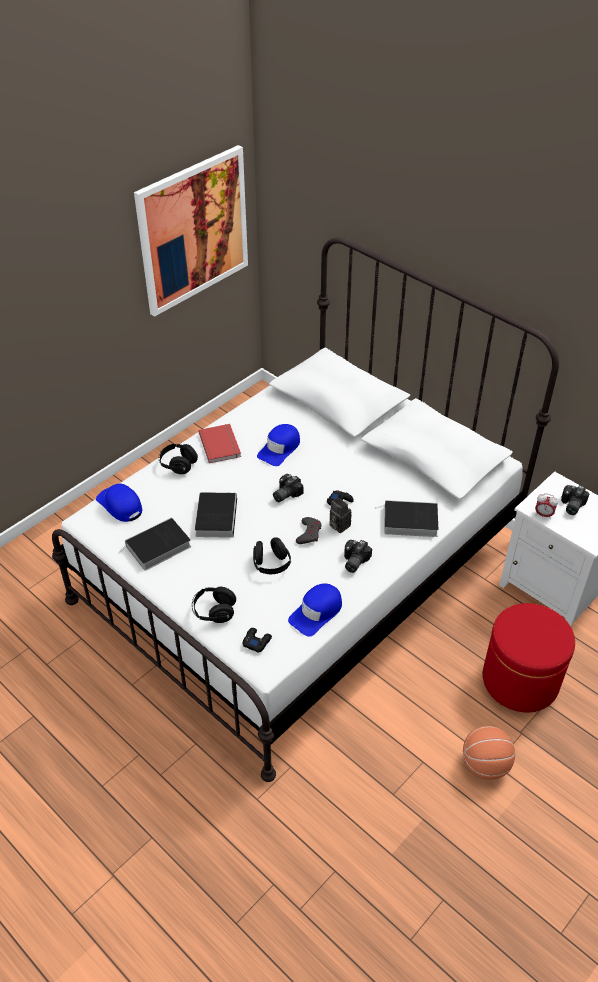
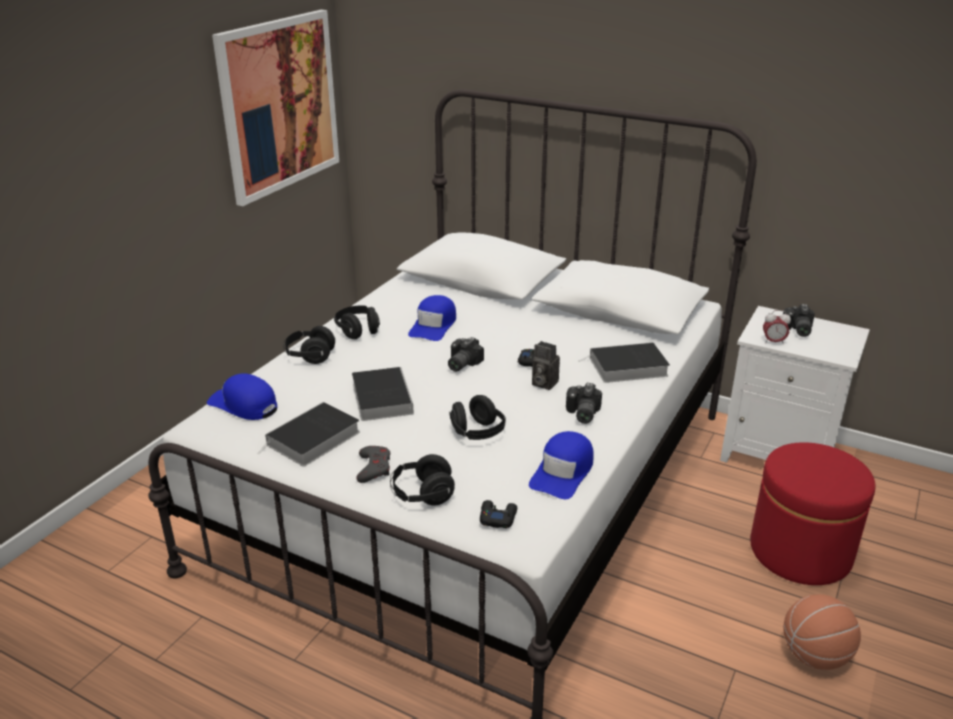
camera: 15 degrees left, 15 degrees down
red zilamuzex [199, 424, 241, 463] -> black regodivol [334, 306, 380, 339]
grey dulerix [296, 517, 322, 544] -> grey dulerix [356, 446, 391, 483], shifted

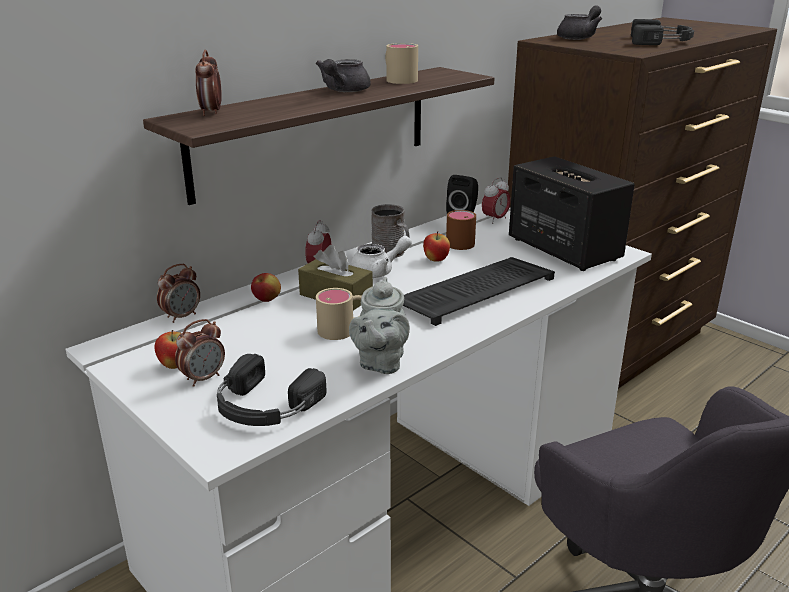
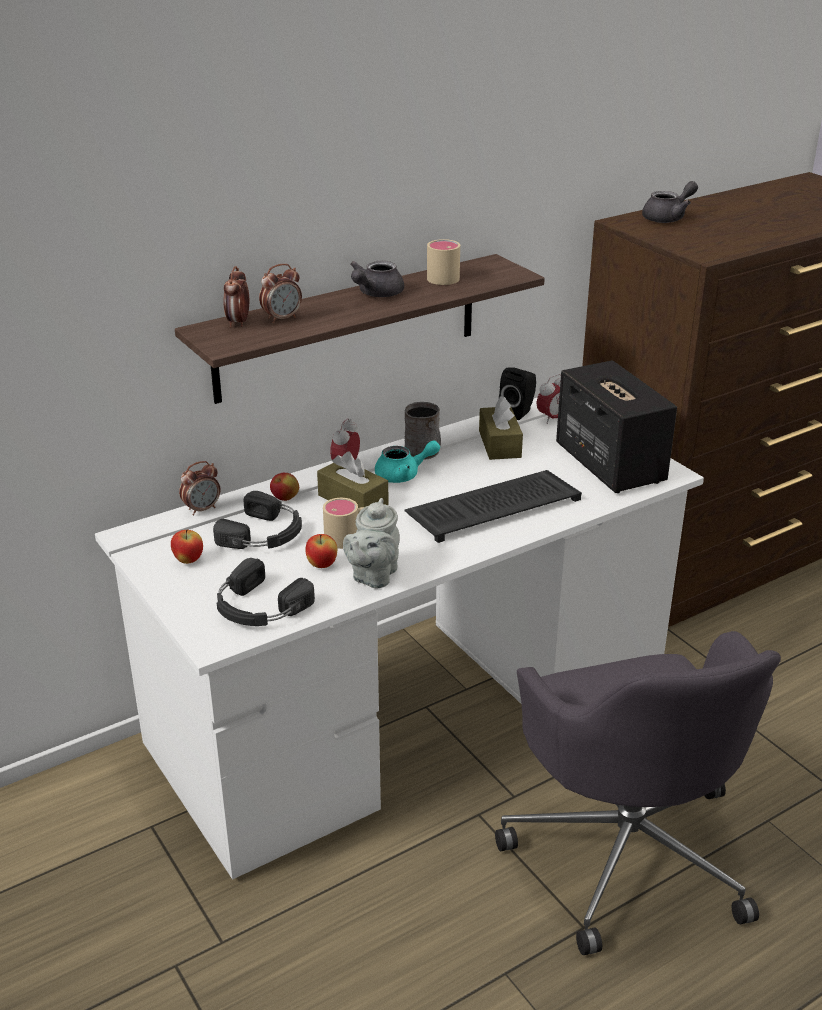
camera: 10 degrees right, 5 degrees up
black regodivol [631, 19, 694, 45] -> black regodivol [213, 491, 302, 549], shifted
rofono [175, 319, 225, 387] -> rofono [259, 264, 302, 323], shifted
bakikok [423, 231, 450, 262] -> bakikok [306, 534, 337, 568], shifted
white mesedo [350, 236, 412, 278] -> turquoise mesedo [375, 440, 440, 483]
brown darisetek [446, 210, 476, 250] -> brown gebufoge [479, 396, 523, 460]

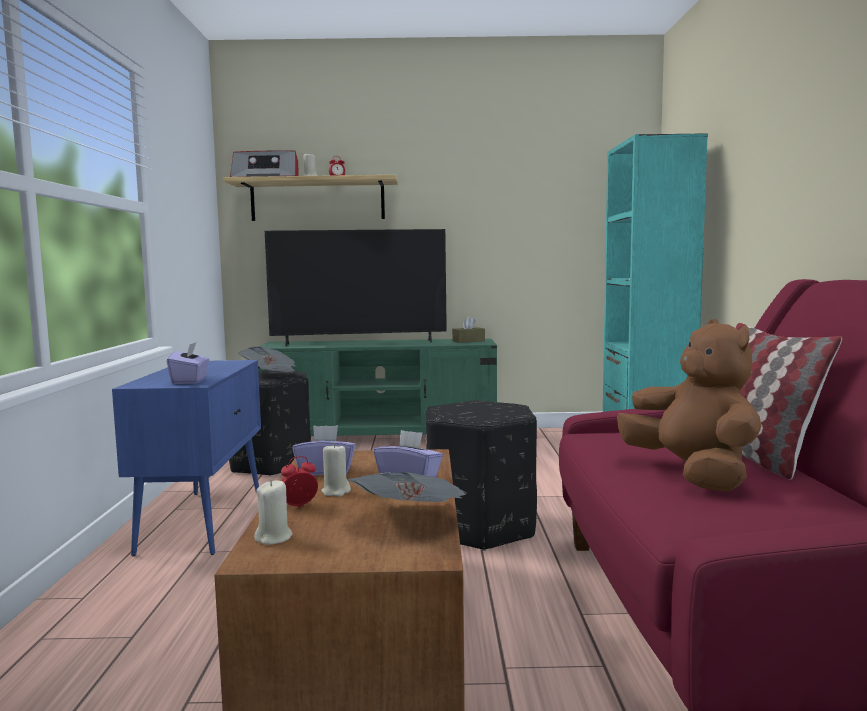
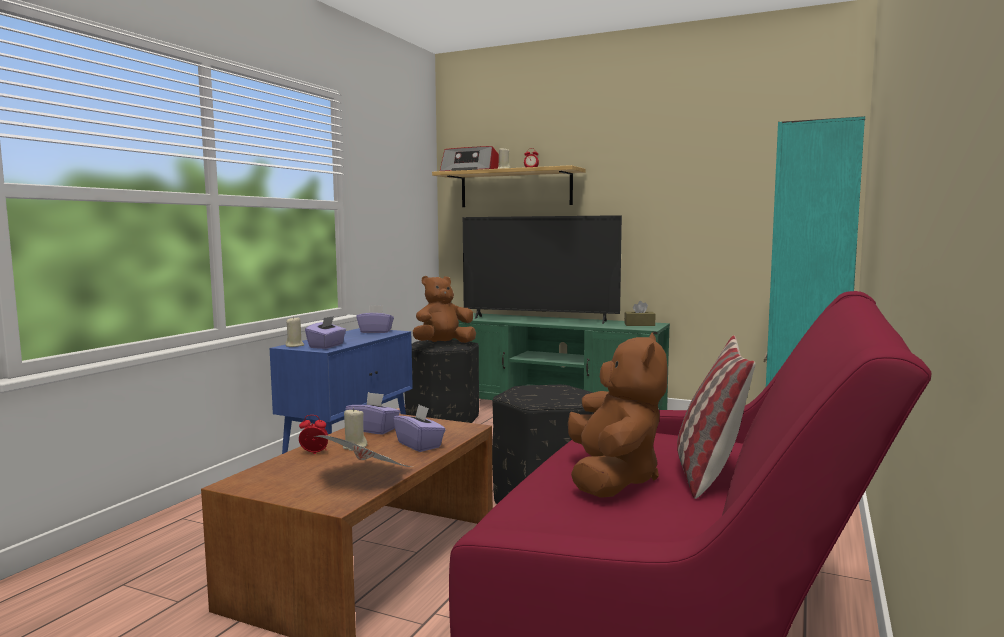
camera: 25 degrees right, 0 degrees up
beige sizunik [254, 480, 292, 545] -> beige sizunik [285, 316, 304, 347], shifted
none -> purple gebufoge [356, 305, 394, 333]
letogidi [238, 346, 296, 372] -> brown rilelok [413, 276, 476, 343]

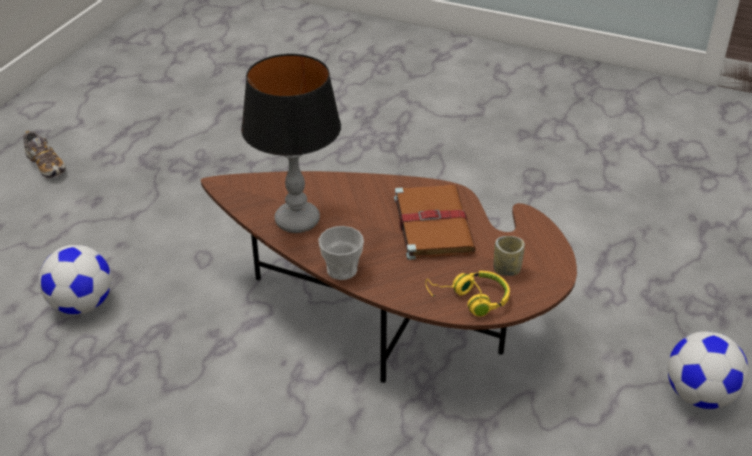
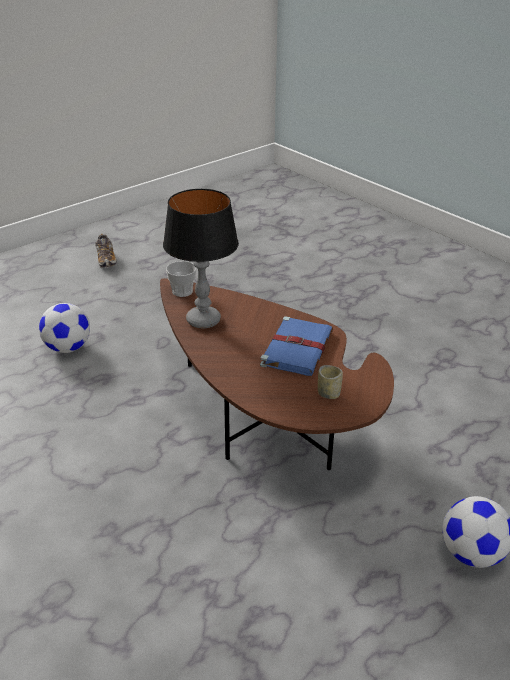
camera: 25 degrees right, 5 degrees down
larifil [318, 226, 364, 280] -> larifil [166, 261, 197, 297], shifted
brown zilamuzex [394, 185, 476, 260] -> blue zilamuzex [260, 316, 333, 376]
yellow regodivol [425, 271, 510, 317] -> none

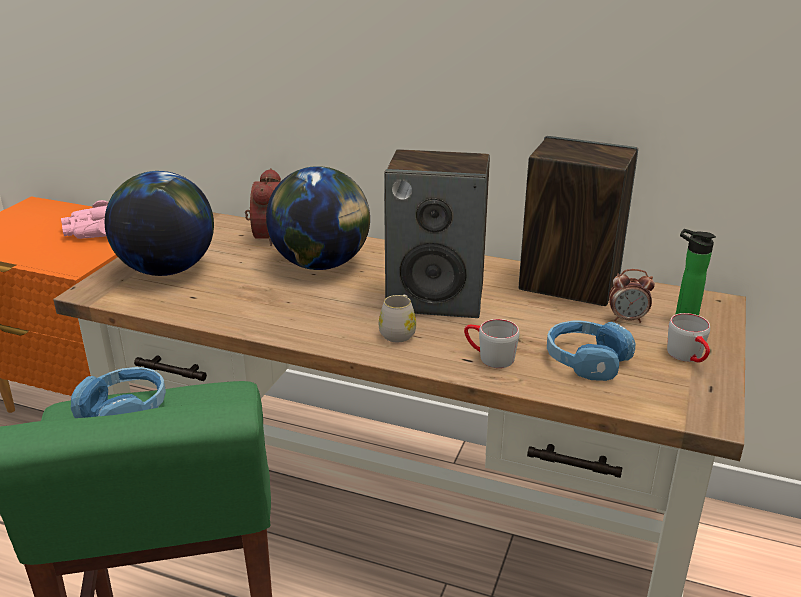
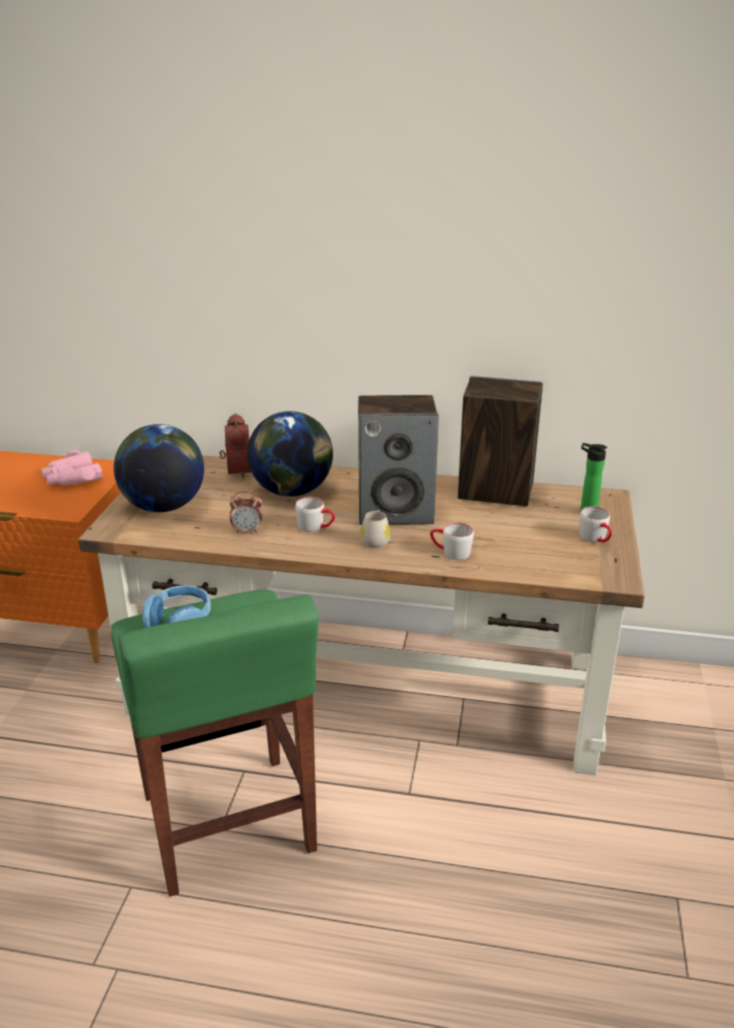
camera: 10 degrees left, 0 degrees up
rofono [609, 269, 655, 323] -> rofono [229, 492, 262, 534], shifted
none -> grey darisetek [295, 497, 335, 532]
blue regodivol [547, 320, 635, 381] -> none

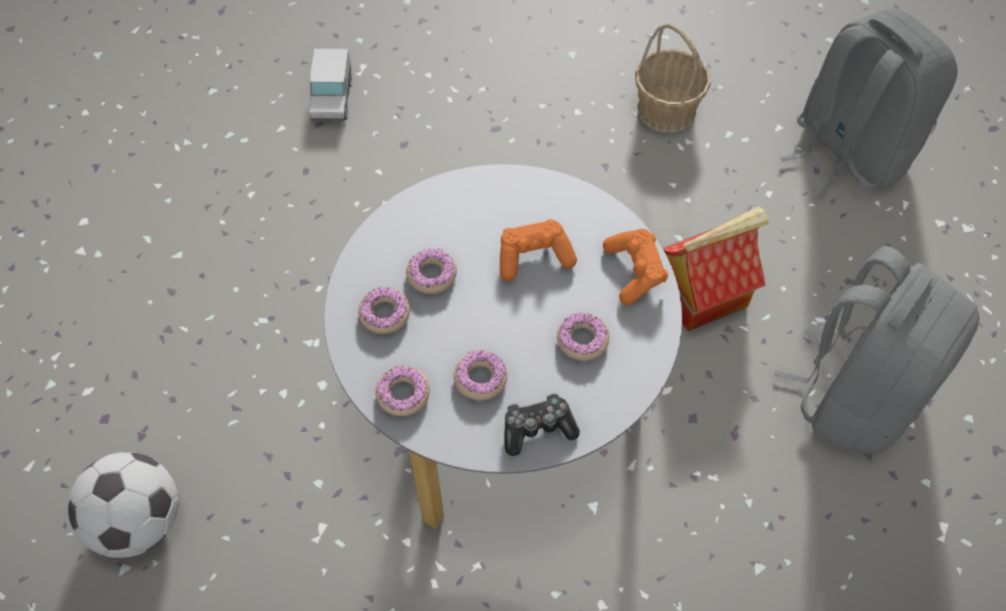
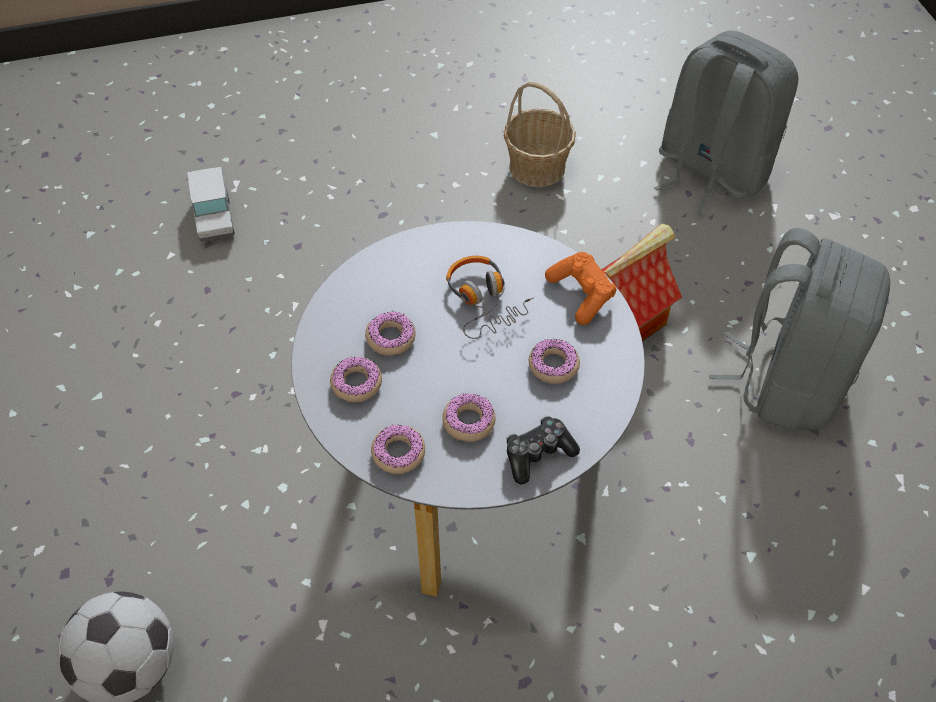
camera: 15 degrees left, 5 degrees down
orange dulerix [500, 219, 577, 281] -> regodivol [446, 256, 534, 339]

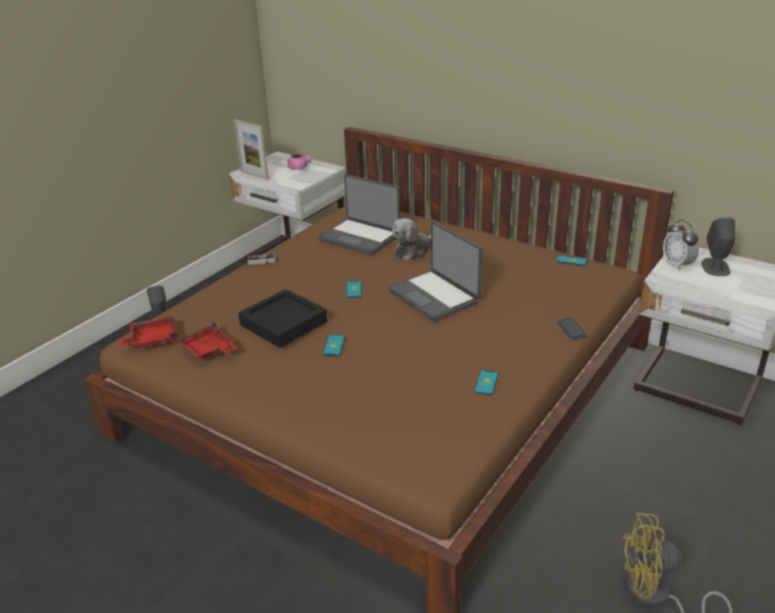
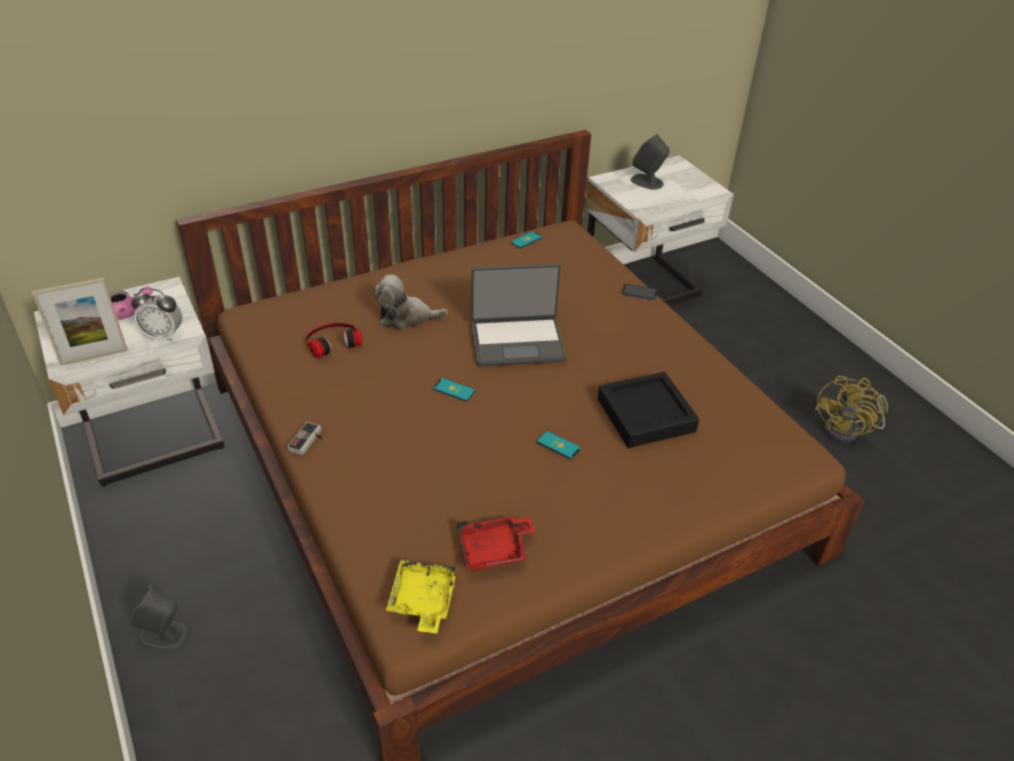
camera: 65 degrees left, 10 degrees up
rofono [663, 220, 699, 271] -> rofono [131, 288, 183, 342], shifted
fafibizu [318, 174, 400, 255] -> regodivol [305, 323, 363, 358]
rilelok [392, 218, 431, 261] -> rilelok [373, 274, 448, 331], 105 degrees clockwise
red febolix [119, 316, 178, 348] -> yellow febolix [386, 560, 457, 633]
black febolix [238, 289, 327, 348] -> black febolix [598, 372, 699, 448], shifted
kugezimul [474, 370, 498, 395] -> none

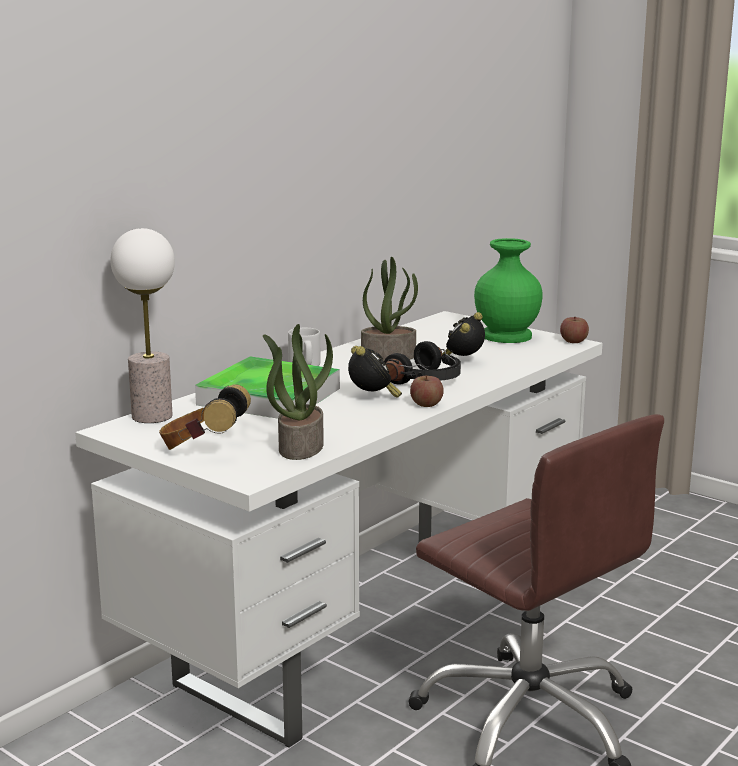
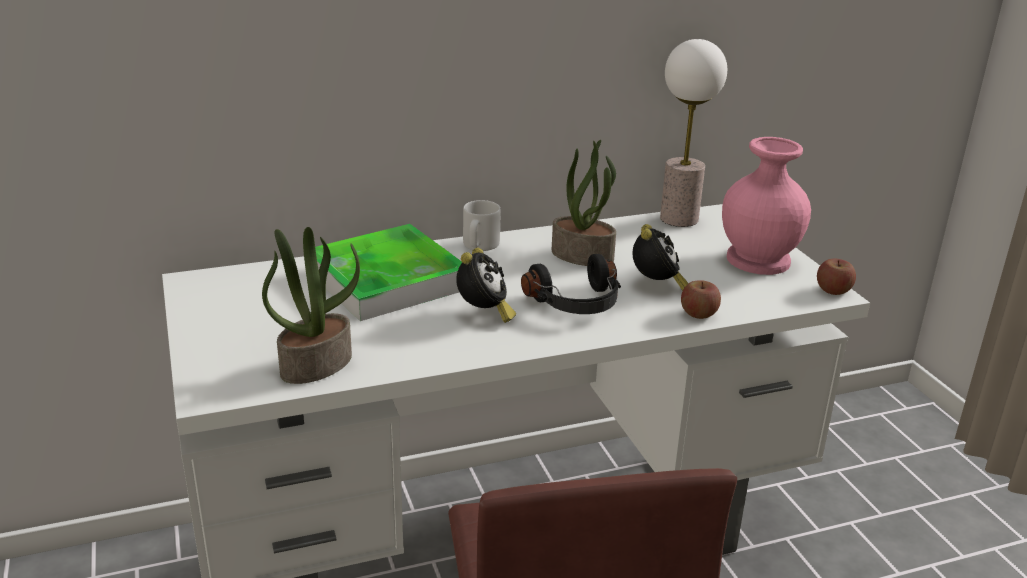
camera: 30 degrees right, 10 degrees up
rofono [442, 312, 485, 356] -> rofono [632, 224, 688, 291], 120 degrees clockwise
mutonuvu [111, 228, 175, 423] -> mutonuvu [660, 39, 727, 227], shifted
bakikok [410, 375, 444, 407] -> bakikok [681, 280, 721, 319], shifted
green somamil [474, 238, 543, 343] -> pink somamil [722, 137, 811, 275]
regodivol [159, 384, 251, 450] -> none

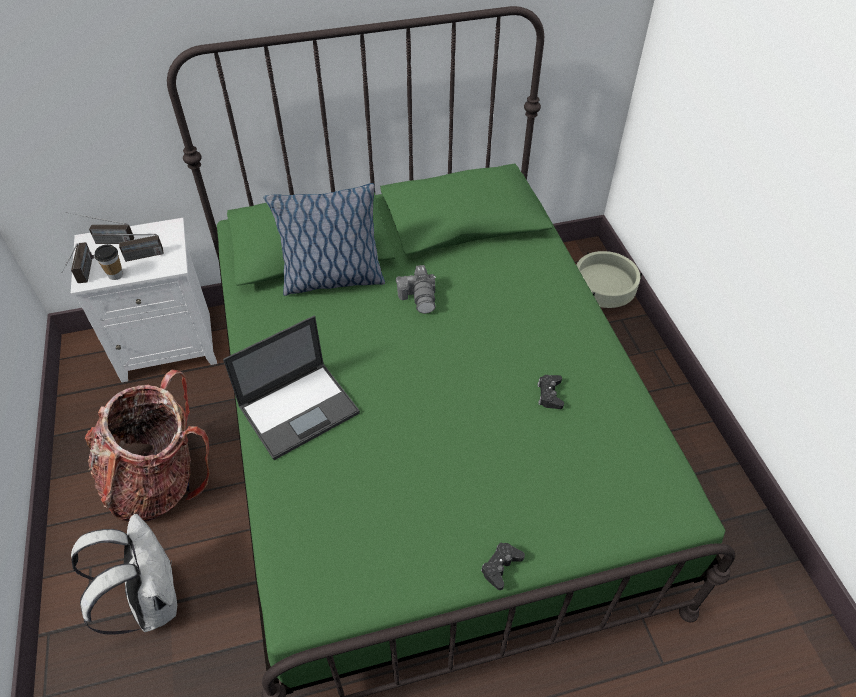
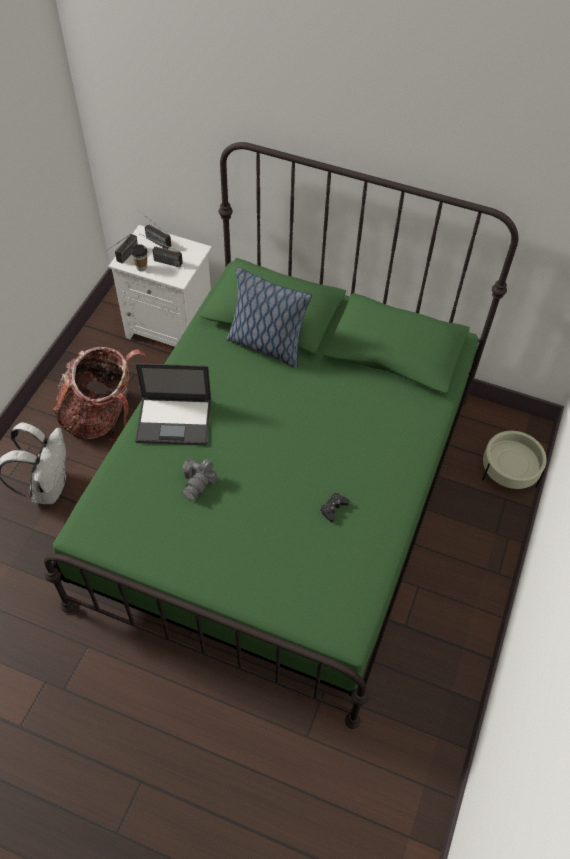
camera: 35 degrees right, 5 degrees up
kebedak [396, 265, 436, 314] -> kebedak [182, 458, 217, 500], shifted
black dulerix [481, 542, 525, 590] -> none

